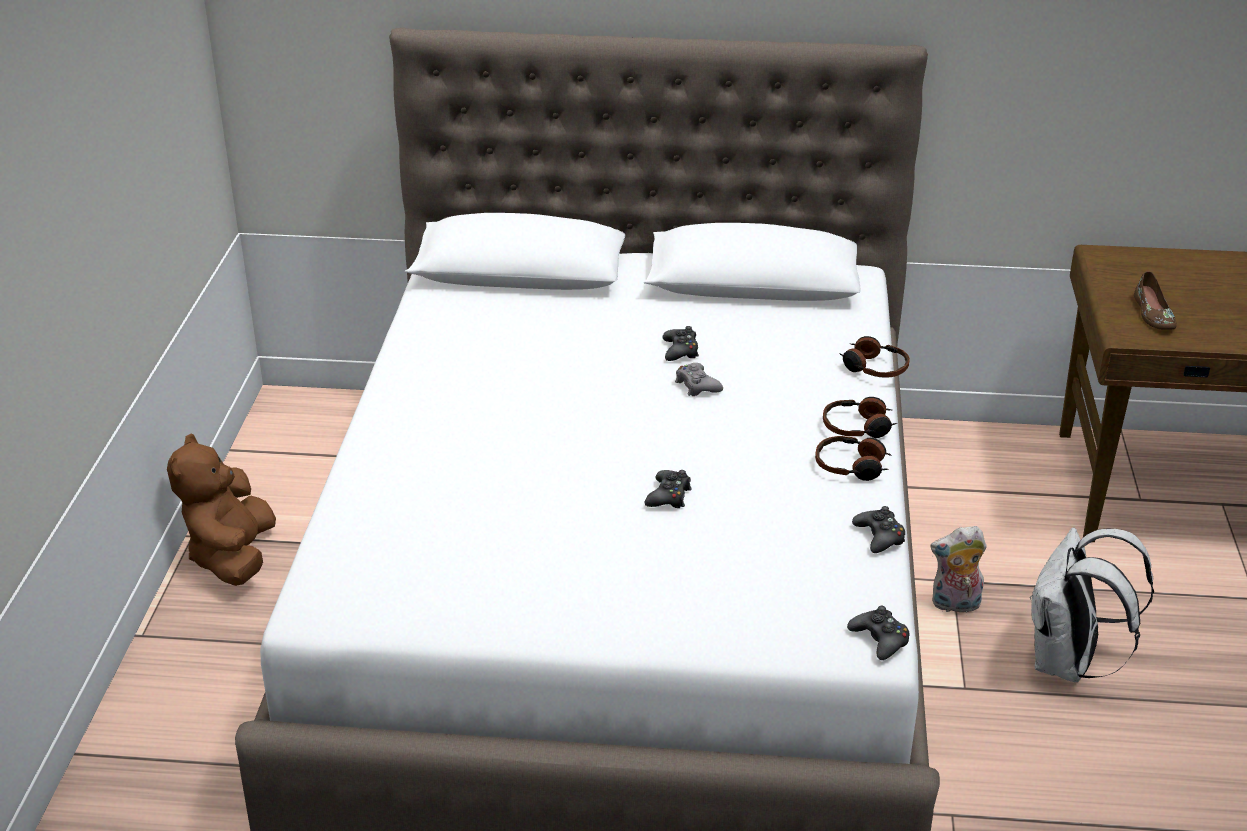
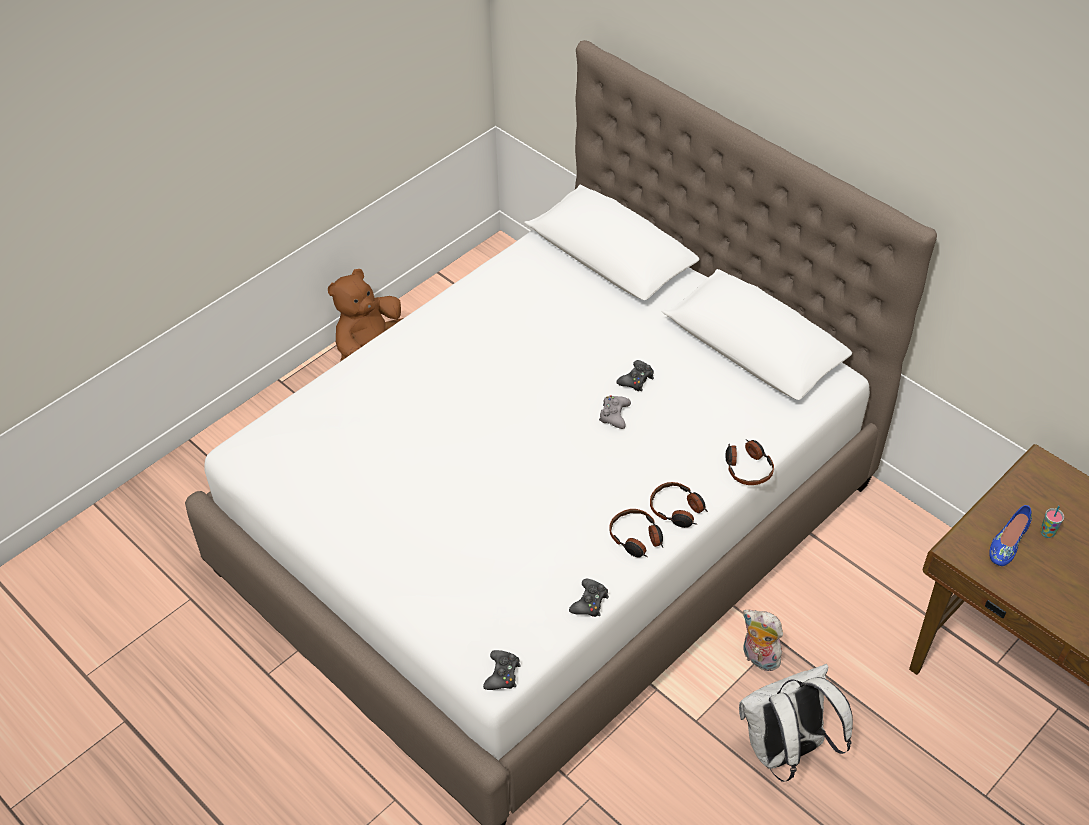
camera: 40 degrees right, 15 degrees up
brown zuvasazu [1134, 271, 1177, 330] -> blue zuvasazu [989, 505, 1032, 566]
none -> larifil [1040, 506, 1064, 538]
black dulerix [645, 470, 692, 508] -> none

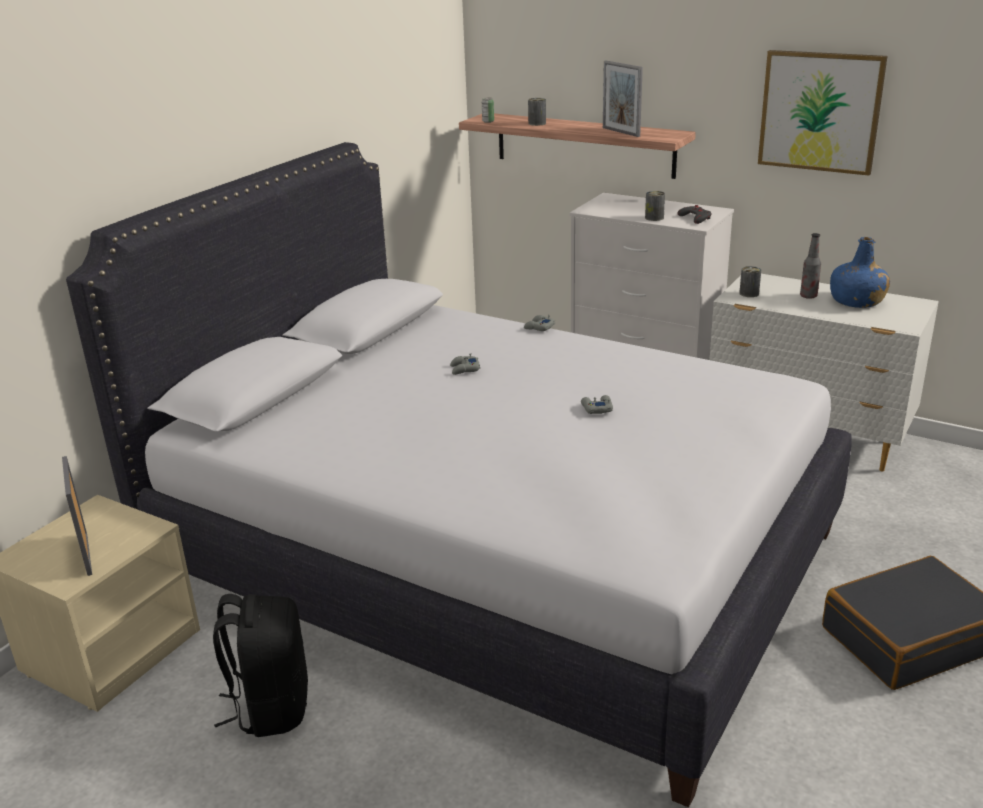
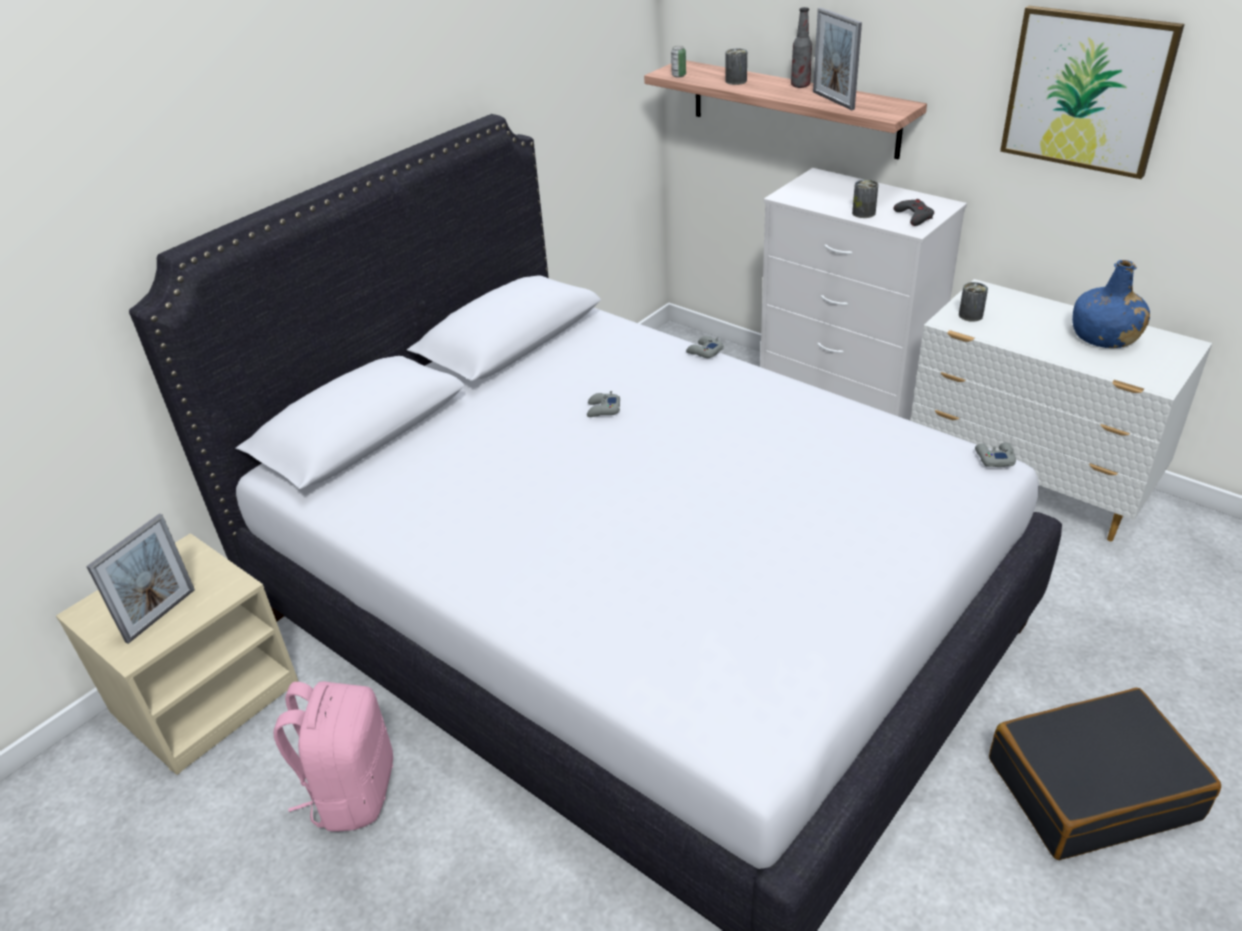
camera: 10 degrees right, 10 degrees up
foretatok [62, 456, 92, 576] -> foretatok [86, 513, 195, 644], 135 degrees counterclockwise
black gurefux [213, 594, 308, 737] -> pink gurefux [274, 681, 393, 832]
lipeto [800, 233, 821, 299] -> lipeto [791, 7, 812, 88], shifted
grey dulerix [581, 395, 613, 414] -> grey dulerix [975, 443, 1016, 467], shifted

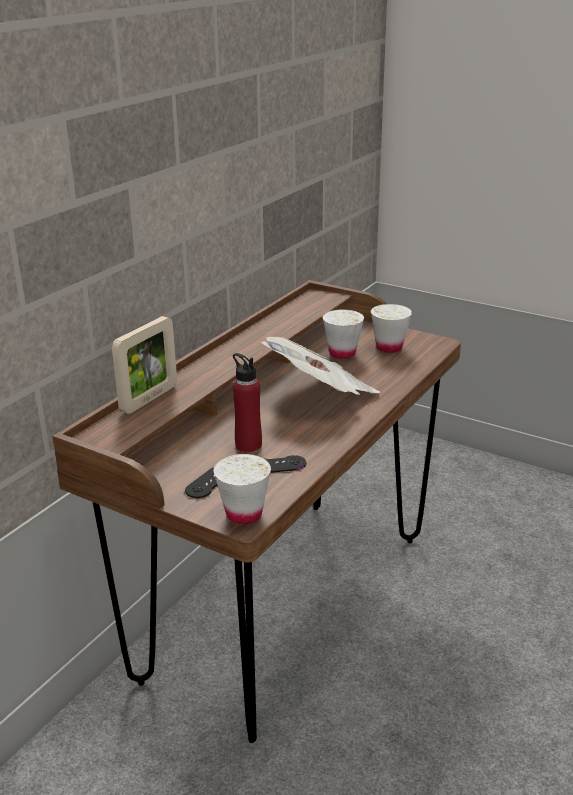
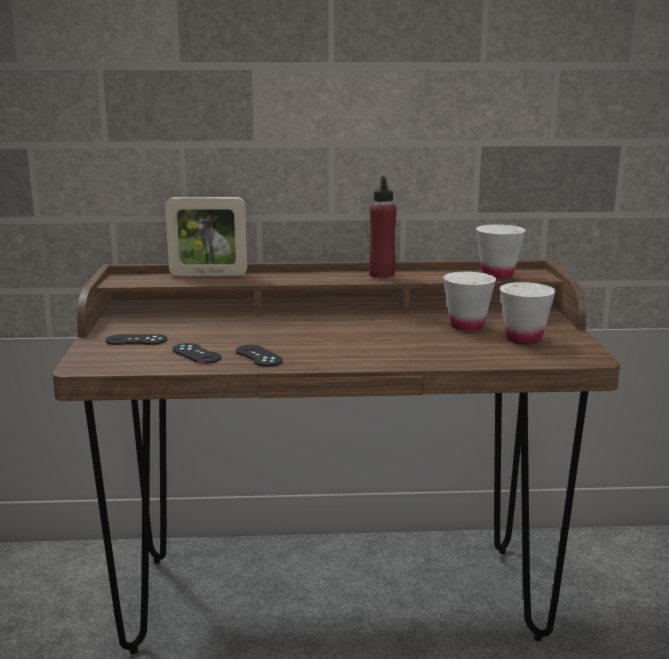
camera: 55 degrees right, 10 degrees down
none -> black dulerix [236, 345, 283, 367]
red lipeto [233, 353, 262, 452] -> red lipeto [369, 176, 397, 278], shifted
white larifil [214, 454, 271, 524] -> white larifil [476, 224, 526, 279], shifted
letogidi [261, 337, 380, 395] -> none

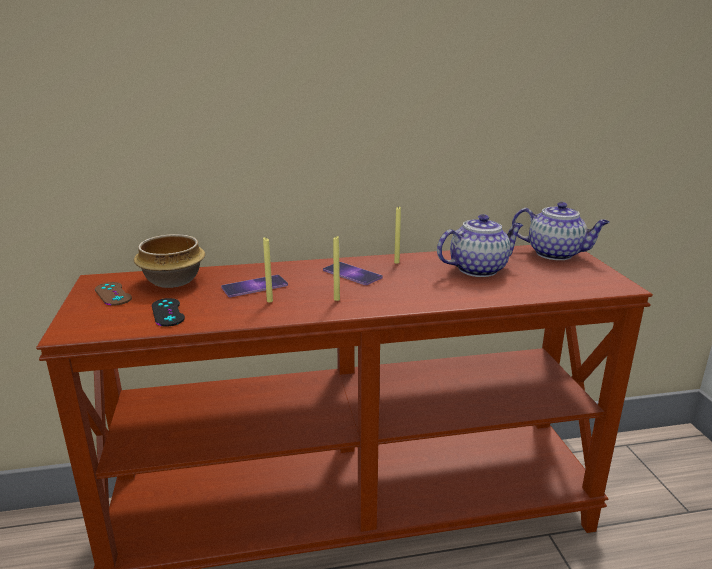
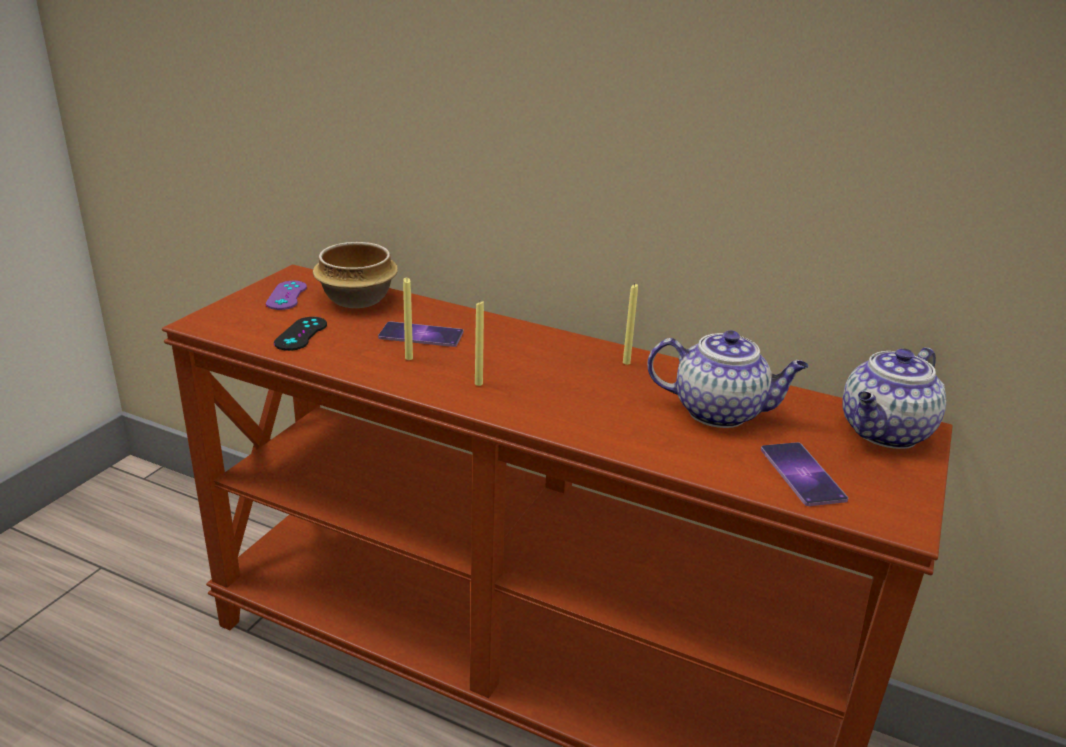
camera: 35 degrees right, 5 degrees up
brown dulerix [95, 282, 132, 306] -> purple dulerix [266, 281, 307, 310]
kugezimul [323, 262, 383, 285] -> kugezimul [761, 442, 848, 506], shifted
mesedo [512, 202, 610, 260] -> mesedo [843, 347, 946, 449], 75 degrees clockwise

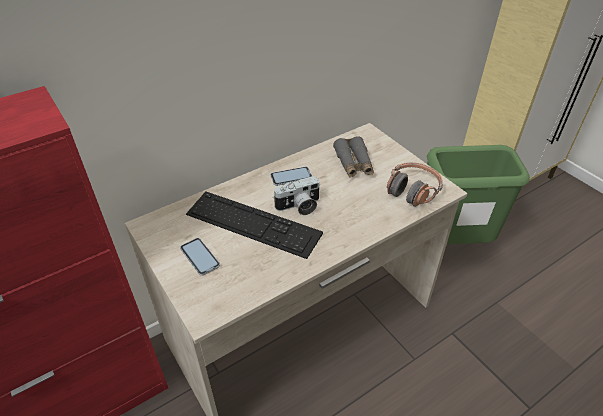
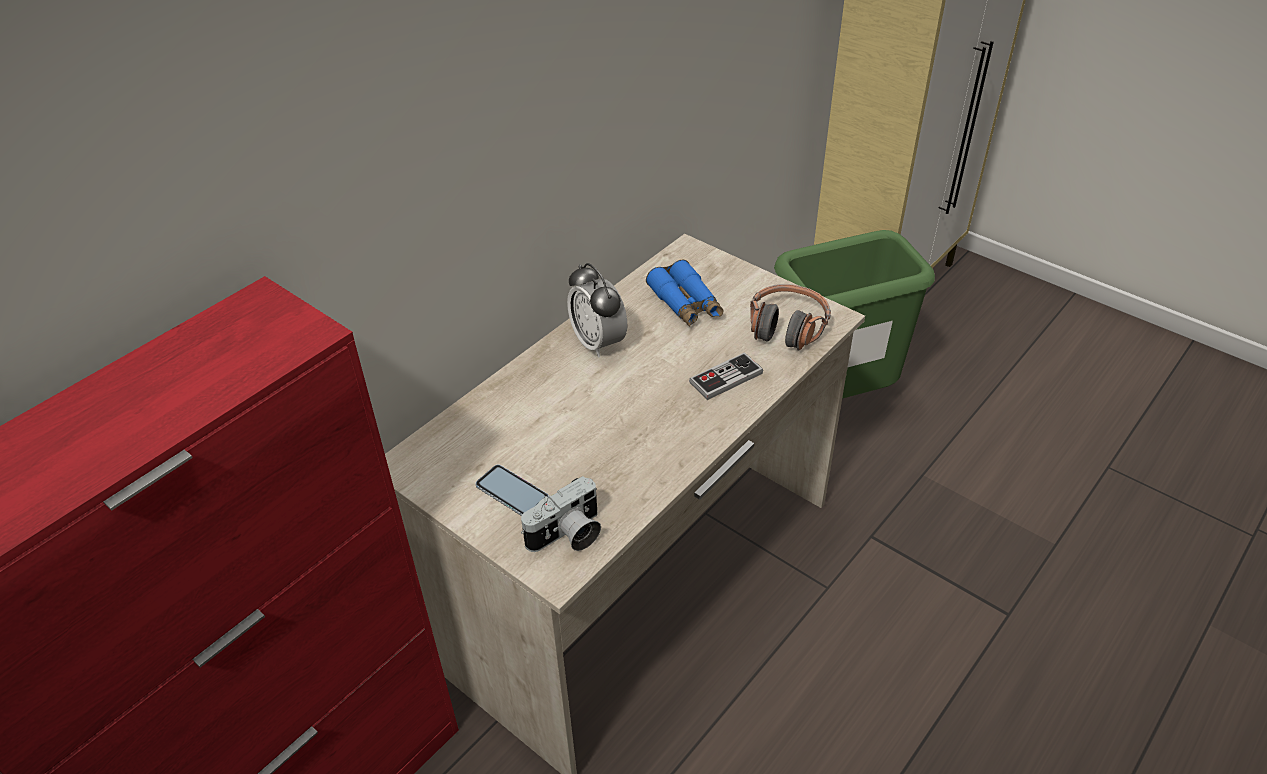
camera: 15 degrees left, 0 degrees up
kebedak [274, 176, 320, 215] -> kebedak [521, 476, 601, 552], shifted
kugezimul [270, 167, 312, 186] -> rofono [567, 263, 627, 358]
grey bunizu [333, 136, 374, 178] -> blue bunizu [646, 260, 724, 326]
none -> dulerix [689, 352, 763, 400]
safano [186, 191, 323, 259] -> none

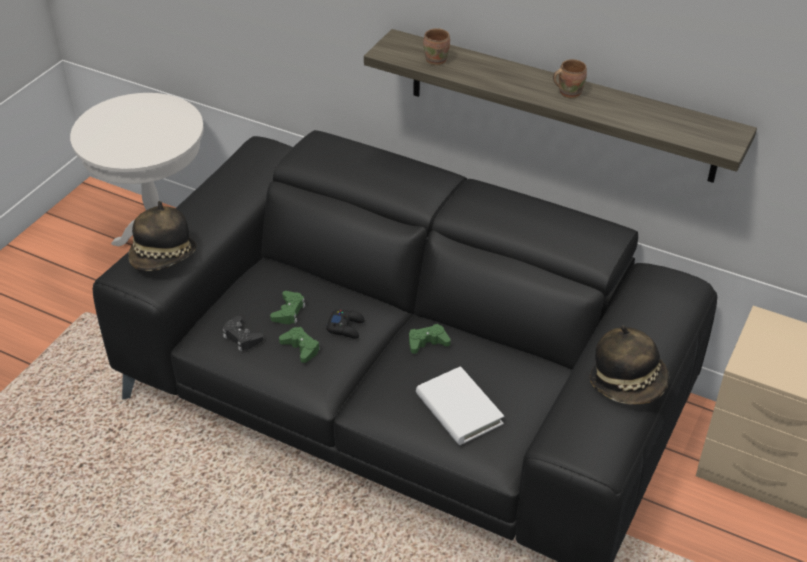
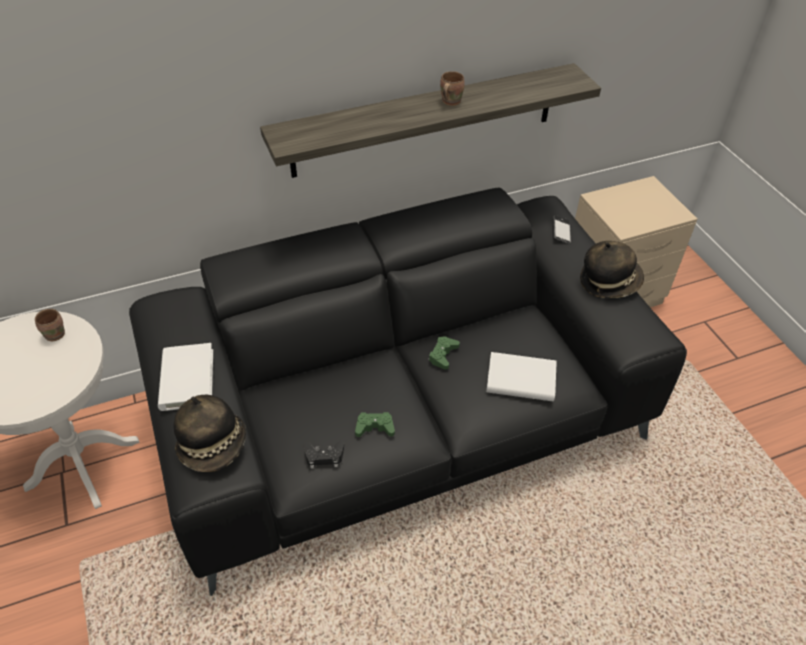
camera: 50 degrees left, 5 degrees up
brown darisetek [423, 28, 450, 65] -> brown darisetek [35, 309, 65, 341], shifted
none -> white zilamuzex [158, 343, 213, 411]
none -> kugezimul [554, 215, 571, 244]
green dulerix [270, 291, 306, 324] -> none
black dulerix [326, 310, 364, 339] -> none

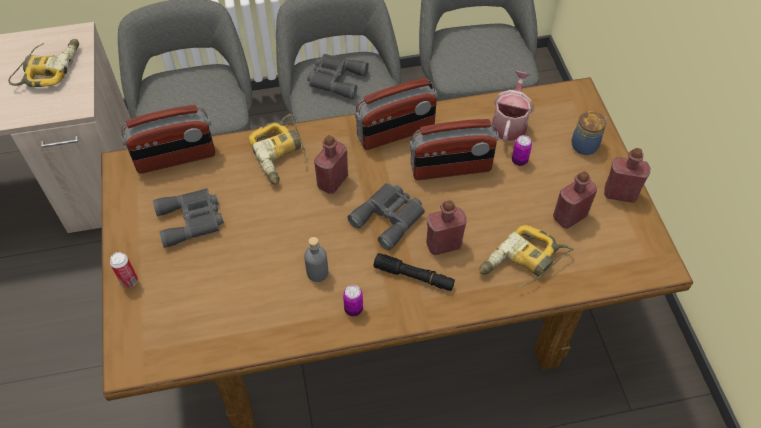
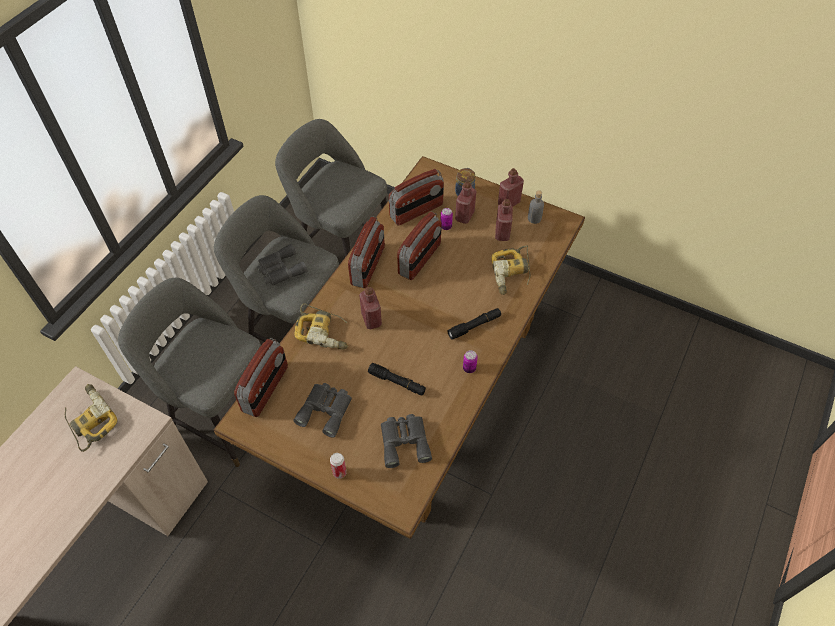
camera: 50 degrees left, 0 degrees up
none -> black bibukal [368, 363, 426, 395]
grey bunizu [347, 183, 425, 250] -> grey bunizu [381, 414, 432, 468], shifted
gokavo [492, 71, 533, 142] -> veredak [389, 169, 444, 226]
red lipeto [426, 200, 467, 256] -> red lipeto [455, 181, 477, 224], shifted
grey lipeto [304, 237, 328, 282] -> grey lipeto [528, 190, 544, 224], shifted

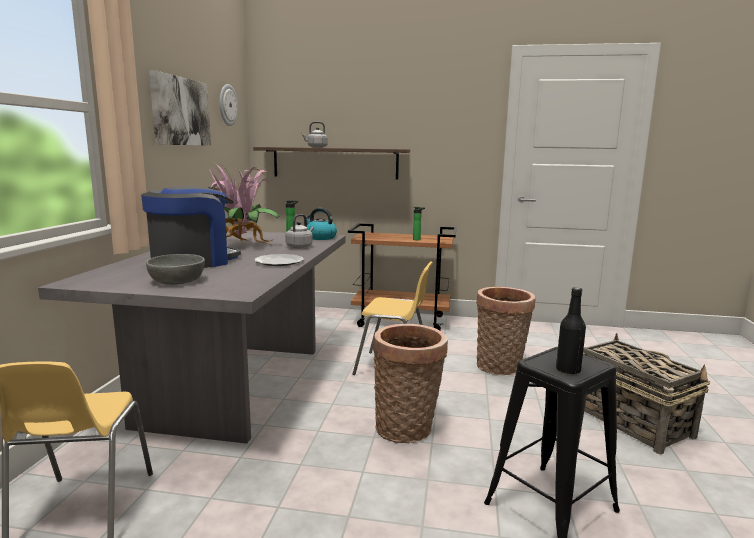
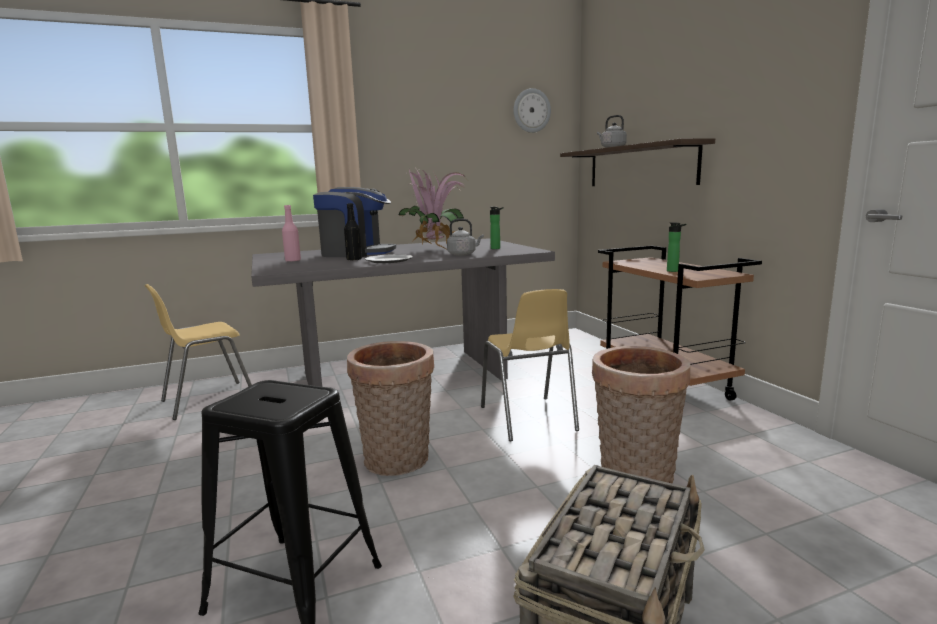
camera: 60 degrees right, 0 degrees up
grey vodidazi [146, 254, 205, 285] -> pink lipeto [282, 205, 301, 262]
black lipeto [556, 287, 586, 375] -> black lipeto [344, 203, 362, 261], shifted
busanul [149, 70, 211, 146] -> none
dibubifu [306, 208, 337, 240] -> none

